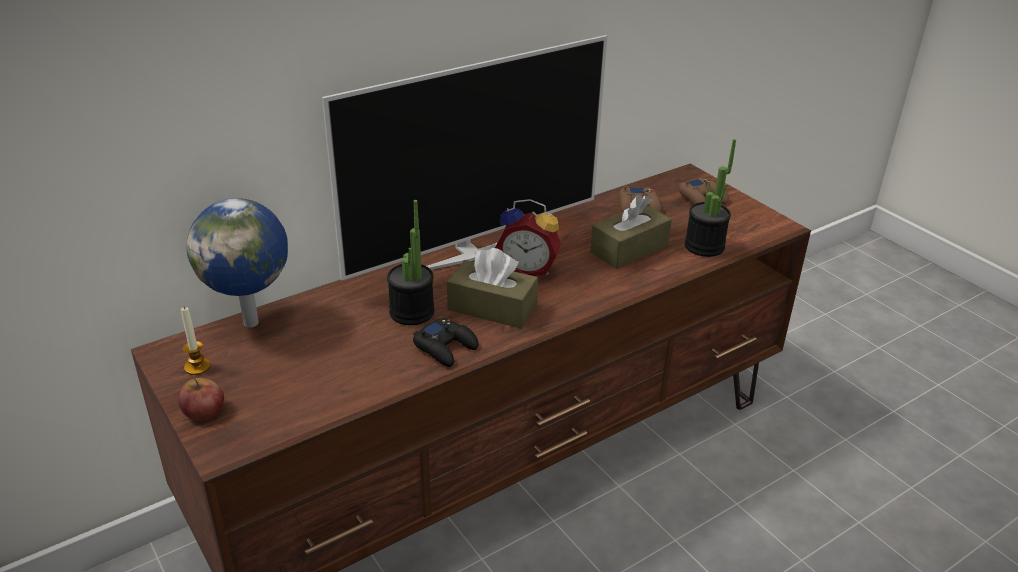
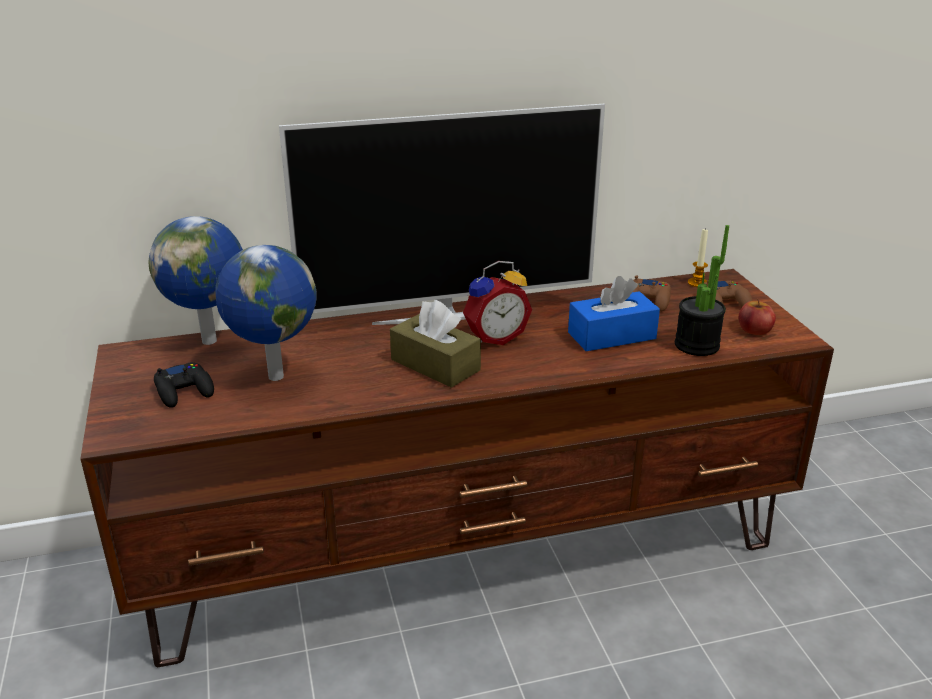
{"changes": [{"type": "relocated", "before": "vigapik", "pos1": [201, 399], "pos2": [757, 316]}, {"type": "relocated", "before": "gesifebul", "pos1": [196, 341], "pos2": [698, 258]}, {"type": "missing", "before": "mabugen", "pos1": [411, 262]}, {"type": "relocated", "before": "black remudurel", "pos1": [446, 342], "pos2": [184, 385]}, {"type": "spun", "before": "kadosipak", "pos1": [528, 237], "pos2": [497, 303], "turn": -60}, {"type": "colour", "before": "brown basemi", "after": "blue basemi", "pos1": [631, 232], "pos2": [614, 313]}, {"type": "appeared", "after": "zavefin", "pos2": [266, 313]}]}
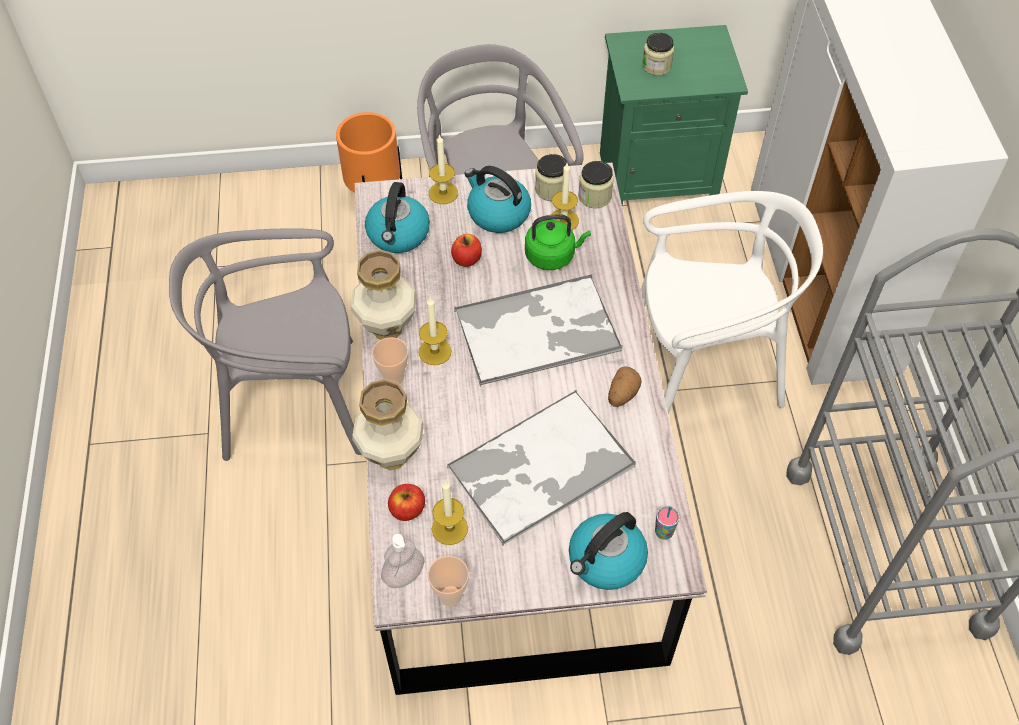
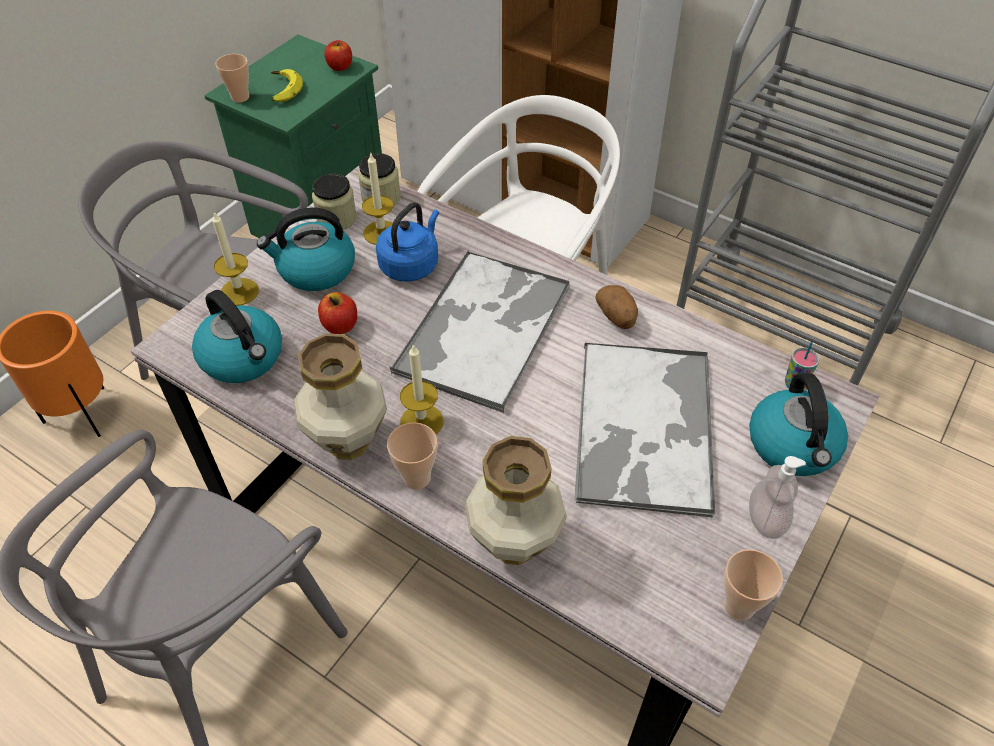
{"changes": [{"type": "relocated", "before": "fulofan", "pos1": [402, 561], "pos2": [777, 497]}, {"type": "relocated", "before": "vigapik", "pos1": [406, 502], "pos2": [338, 55]}, {"type": "missing", "before": "gesifebul", "pos1": [450, 513]}, {"type": "colour", "before": "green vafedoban", "after": "blue vafedoban", "pos1": [558, 242], "pos2": [407, 242]}, {"type": "exchanged", "before": "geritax", "after": "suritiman", "pos1": [658, 54], "pos2": [287, 85]}, {"type": "appeared", "after": "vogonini", "pos2": [232, 78]}]}
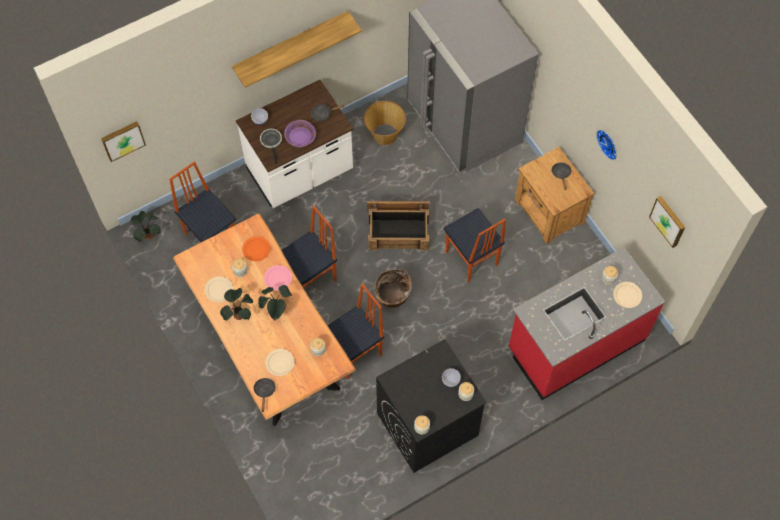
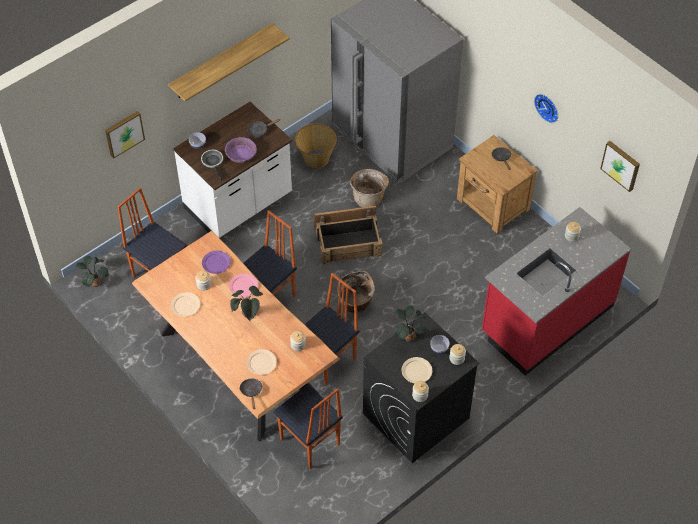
{"changes": [{"type": "relocated", "before": "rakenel", "pos1": [123, 141], "pos2": [125, 135]}, {"type": "relocated", "before": "mabugen", "pos1": [236, 304], "pos2": [410, 323]}, {"type": "colour", "before": "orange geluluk", "after": "purple geluluk", "pos1": [256, 248], "pos2": [216, 262]}, {"type": "relocated", "before": "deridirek", "pos1": [474, 245], "pos2": [308, 426]}, {"type": "relocated", "before": "beige geluluk", "pos1": [627, 295], "pos2": [416, 370]}, {"type": "appeared", "after": "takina", "pos2": [369, 188]}]}
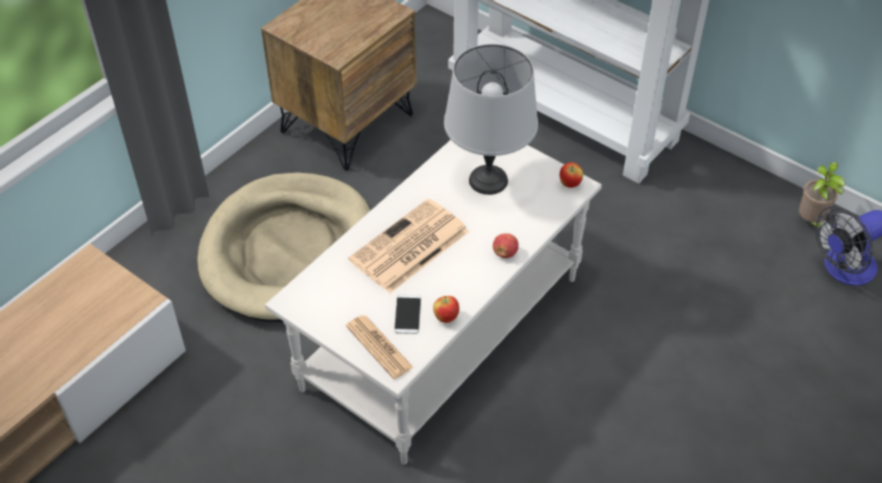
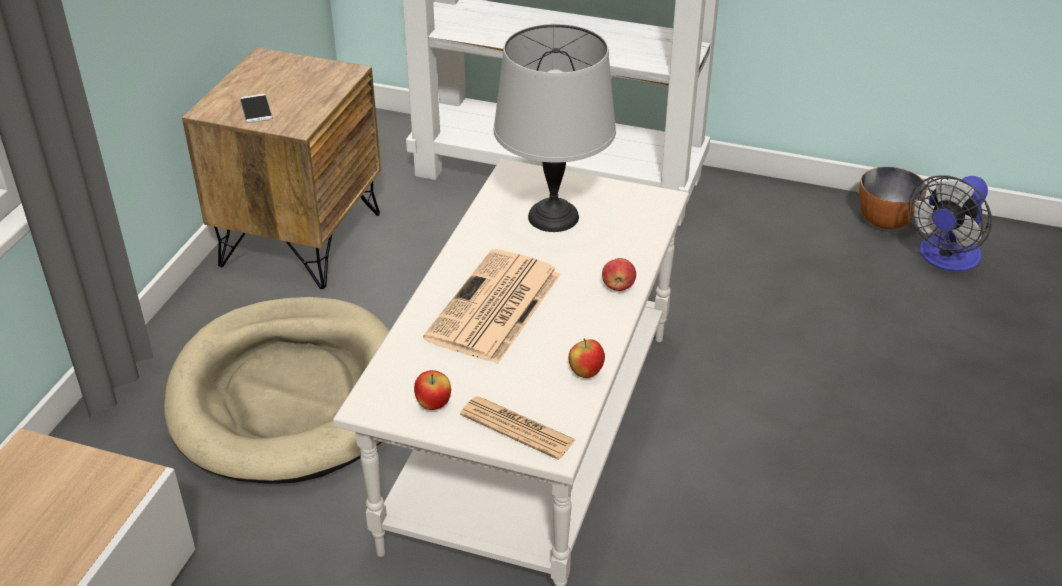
{"changes": [{"type": "relocated", "before": "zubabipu", "pos1": [407, 314], "pos2": [256, 108]}, {"type": "relocated", "before": "vigapik", "pos1": [571, 175], "pos2": [432, 390]}, {"type": "exchanged", "before": "mabugen", "after": "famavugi", "pos1": [822, 194], "pos2": [893, 198]}]}
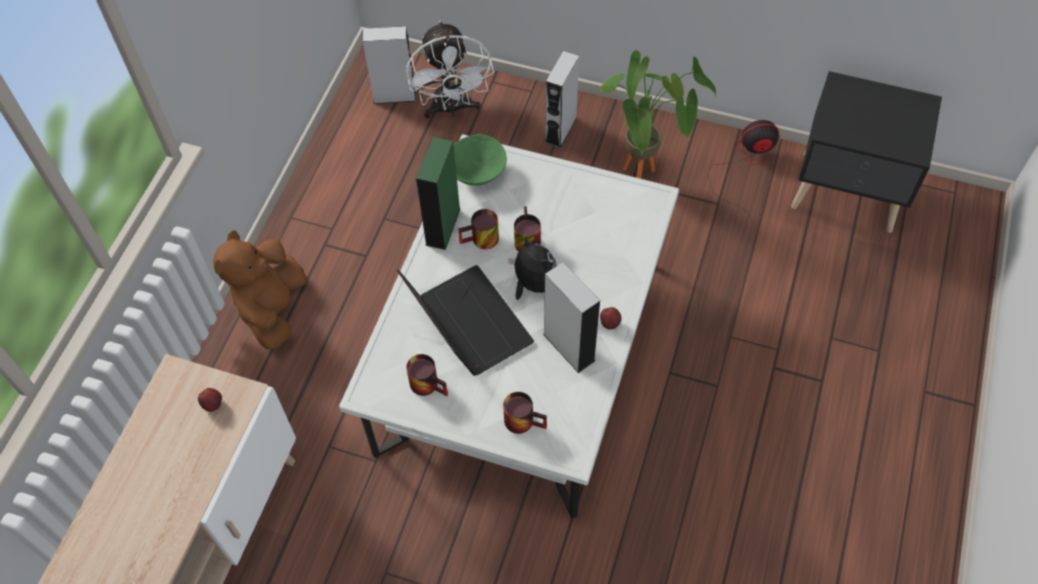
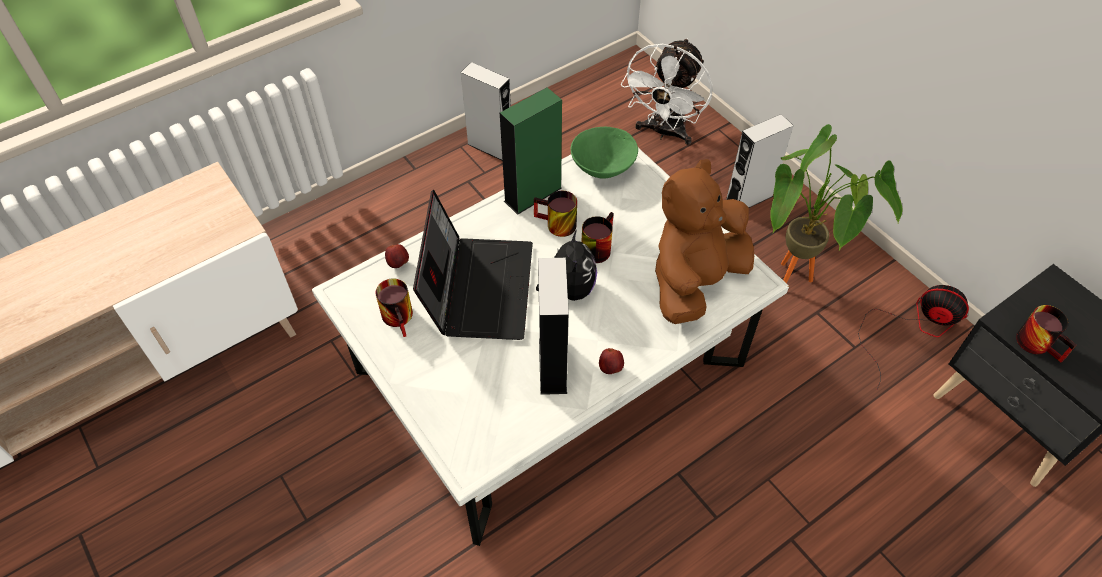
{"changes": [{"type": "relocated", "before": "vigapik", "pos1": [210, 400], "pos2": [397, 256]}, {"type": "relocated", "before": "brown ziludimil", "pos1": [260, 290], "pos2": [704, 241]}, {"type": "relocated", "before": "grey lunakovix", "pos1": [389, 65], "pos2": [486, 111]}, {"type": "relocated", "before": "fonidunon", "pos1": [525, 413], "pos2": [1046, 334]}]}
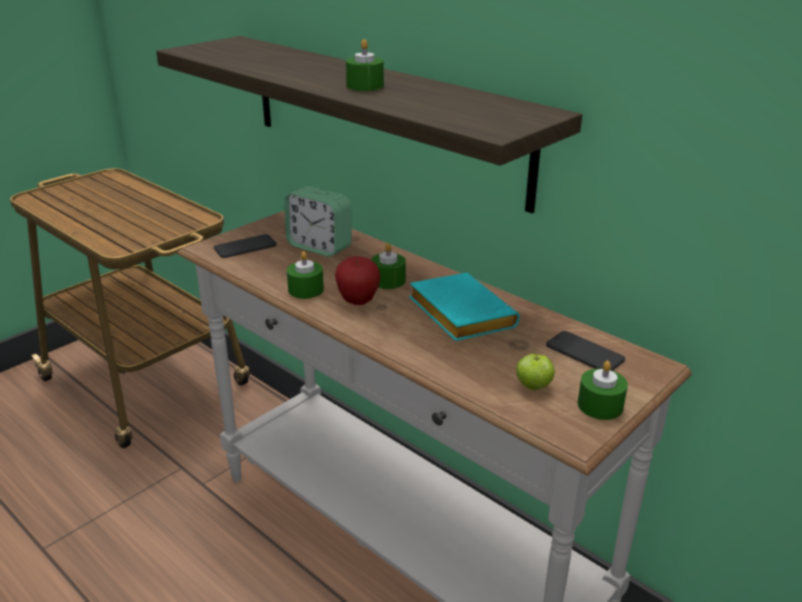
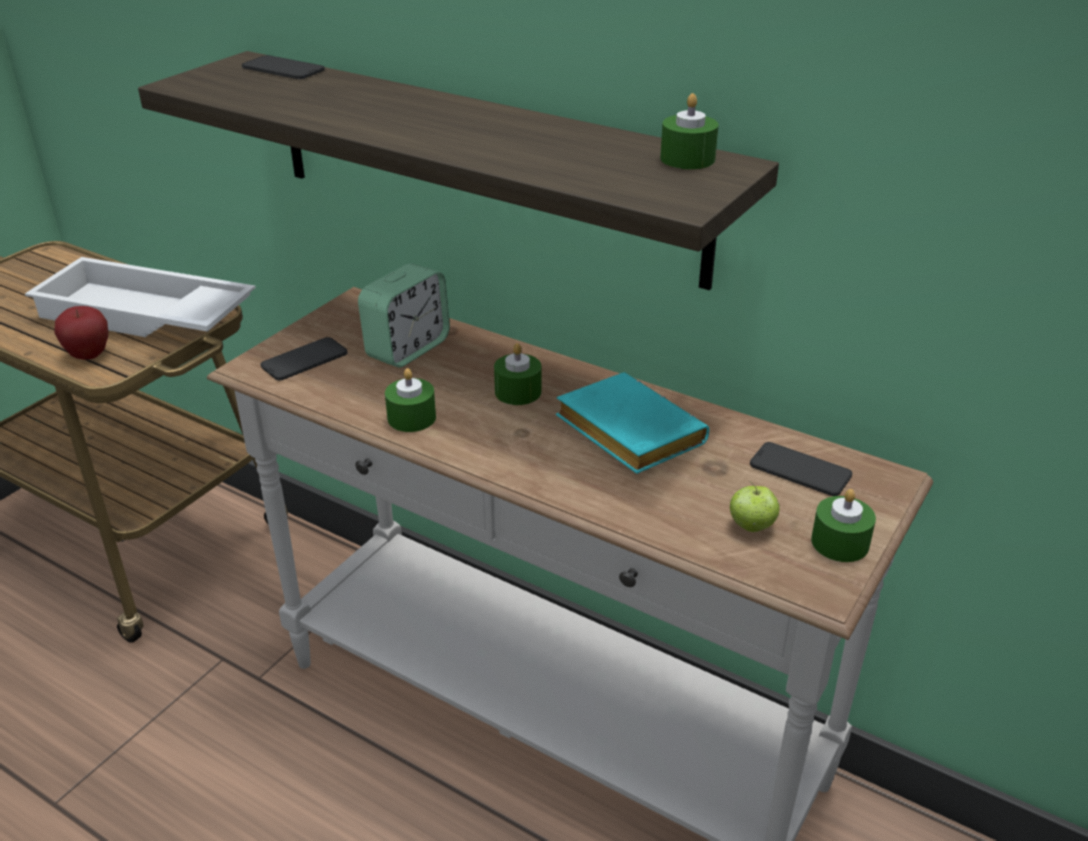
{"changes": [{"type": "spun", "before": "kadosipak", "pos1": [317, 221], "pos2": [404, 315], "turn": -75}, {"type": "relocated", "before": "vigapik", "pos1": [358, 280], "pos2": [81, 333]}, {"type": "relocated", "before": "green gesifebul", "pos1": [365, 65], "pos2": [689, 131]}, {"type": "appeared", "after": "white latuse", "pos2": [140, 297]}, {"type": "appeared", "after": "zubabipu", "pos2": [283, 67]}]}
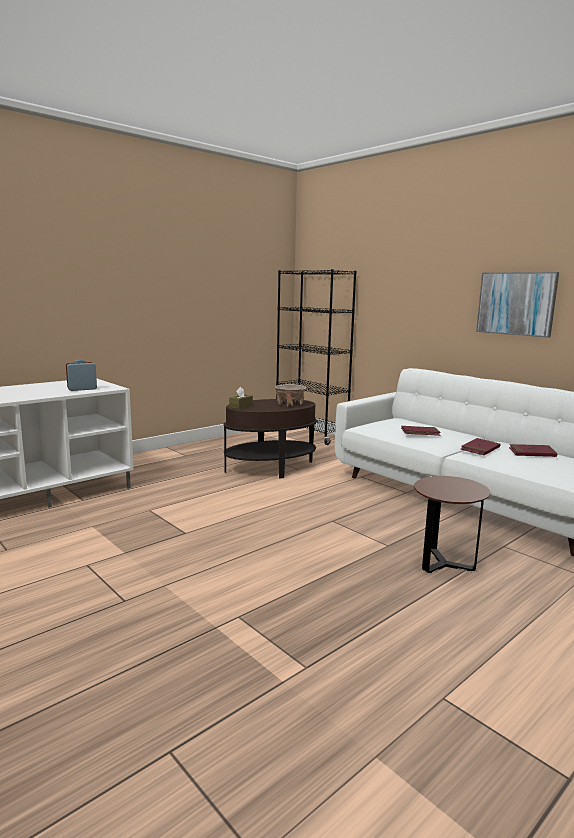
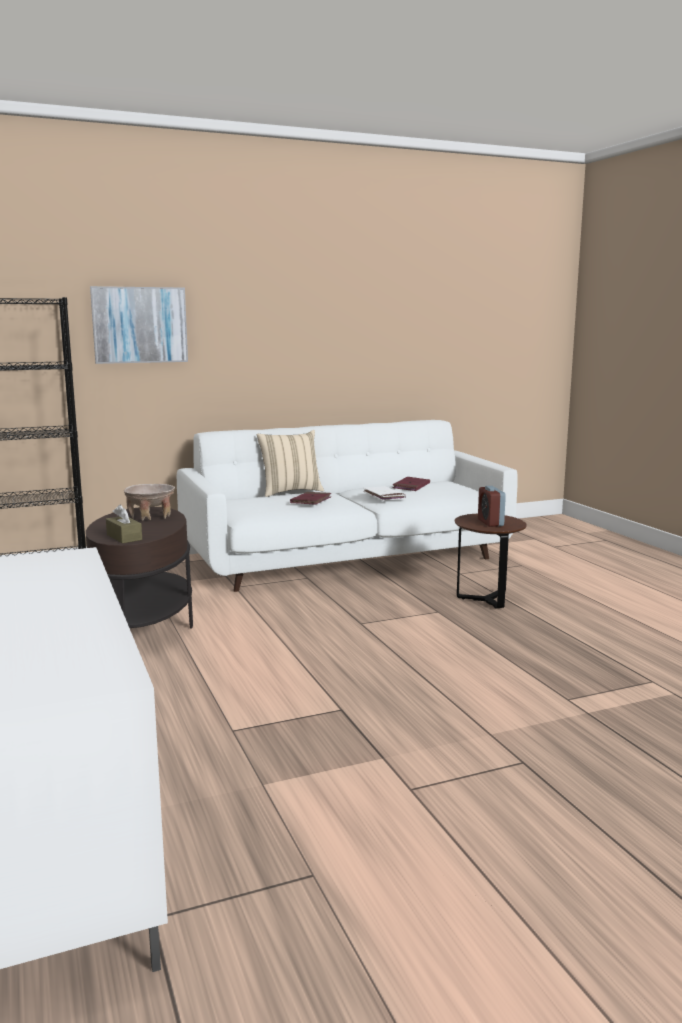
{"changes": [{"type": "relocated", "before": "kadosipak", "pos1": [81, 375], "pos2": [492, 506]}, {"type": "colour", "before": "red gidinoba", "after": "white gidinoba", "pos1": [481, 446], "pos2": [384, 493]}, {"type": "relocated", "before": "rakenel", "pos1": [517, 305], "pos2": [139, 325]}, {"type": "appeared", "after": "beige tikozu", "pos2": [290, 463]}]}
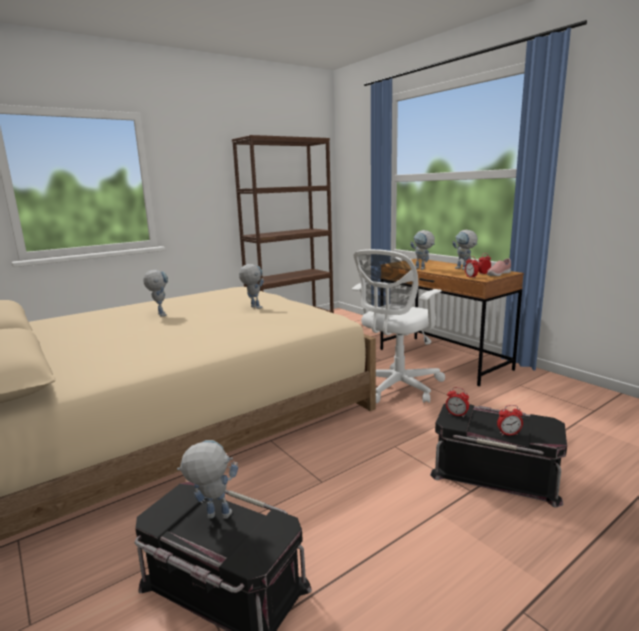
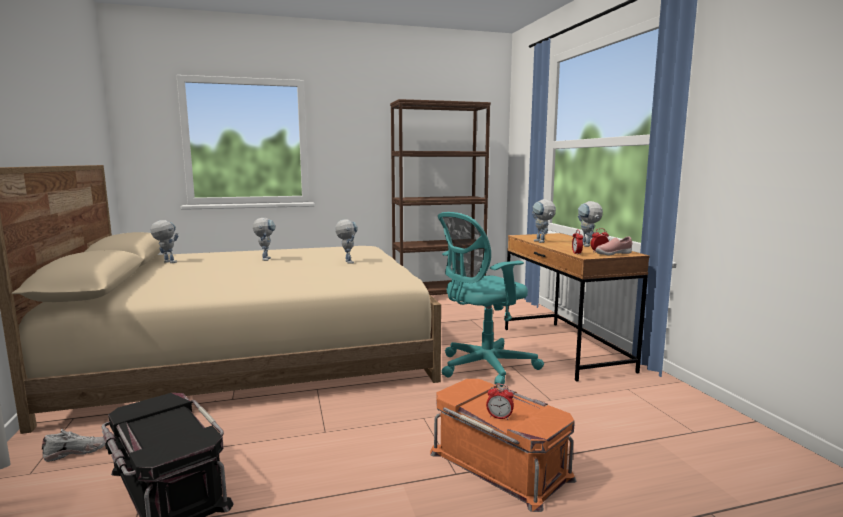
{"changes": [{"type": "relocated", "before": "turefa", "pos1": [207, 479], "pos2": [164, 241]}, {"type": "colour", "before": "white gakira", "after": "turquoise gakira", "pos1": [398, 326], "pos2": [491, 299]}, {"type": "colour", "before": "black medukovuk", "after": "orange medukovuk", "pos1": [498, 455], "pos2": [503, 445]}, {"type": "missing", "before": "kadosipak", "pos1": [457, 402]}, {"type": "appeared", "after": "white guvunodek", "pos2": [73, 445]}]}
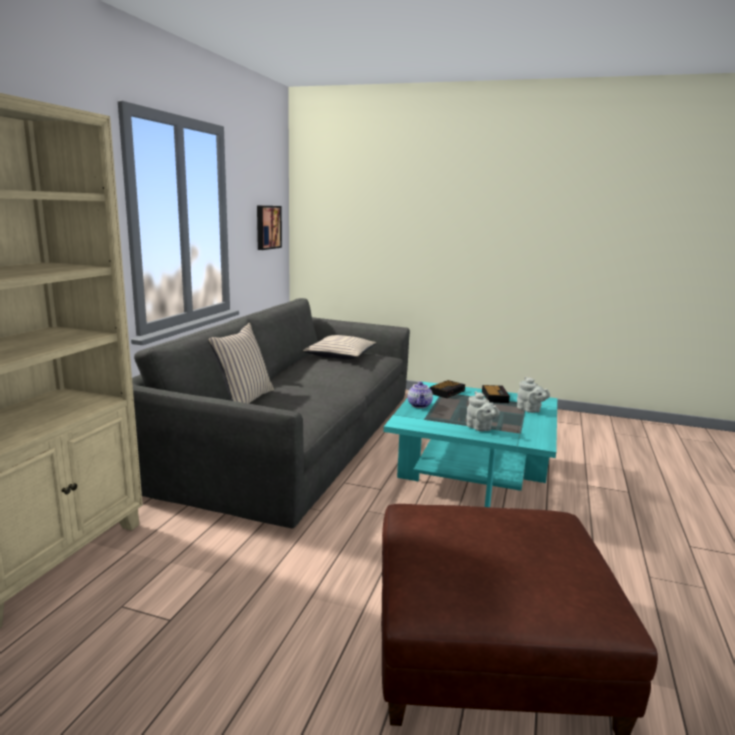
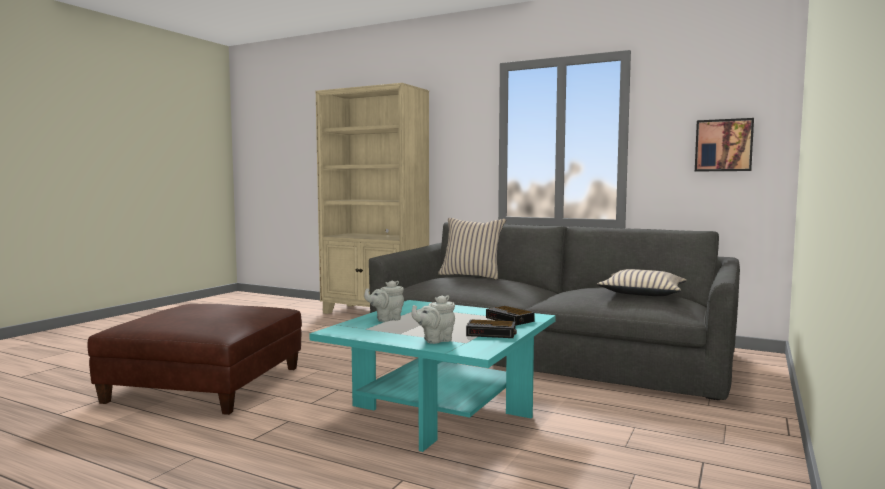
{"changes": [{"type": "missing", "before": "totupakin", "pos1": [420, 395]}]}
